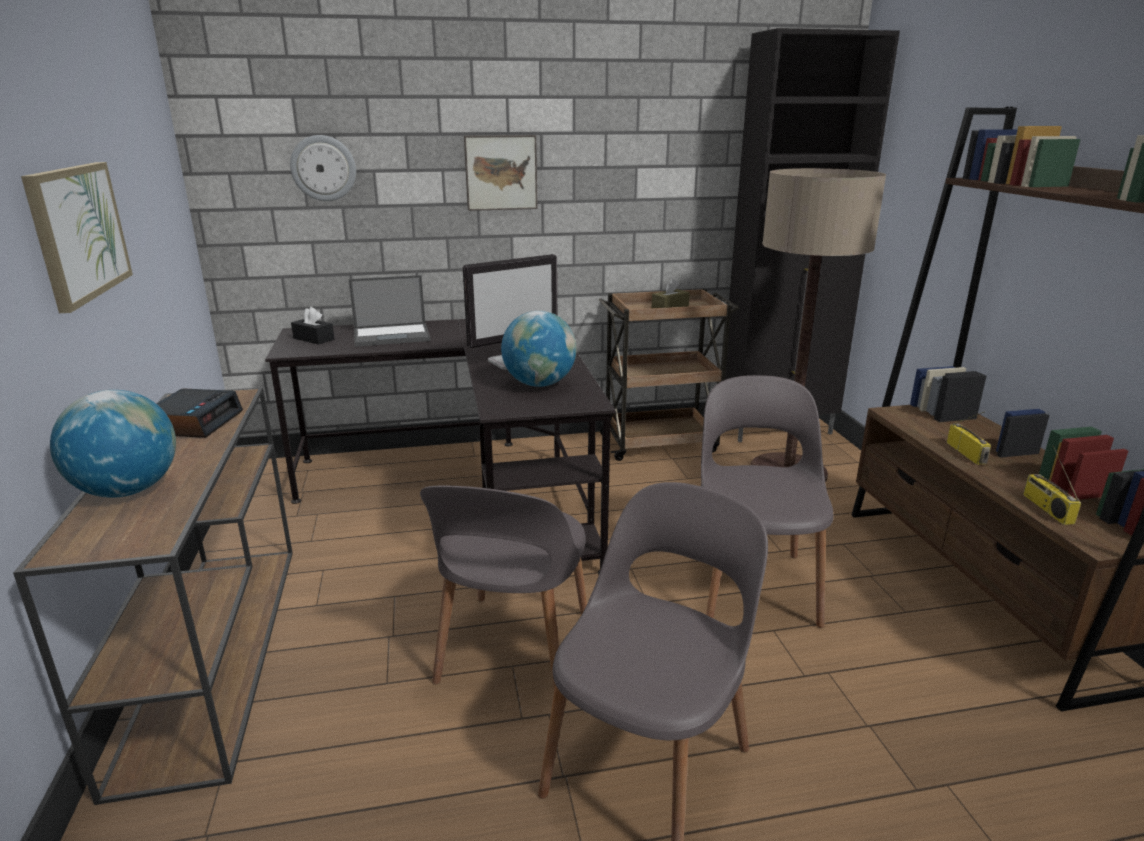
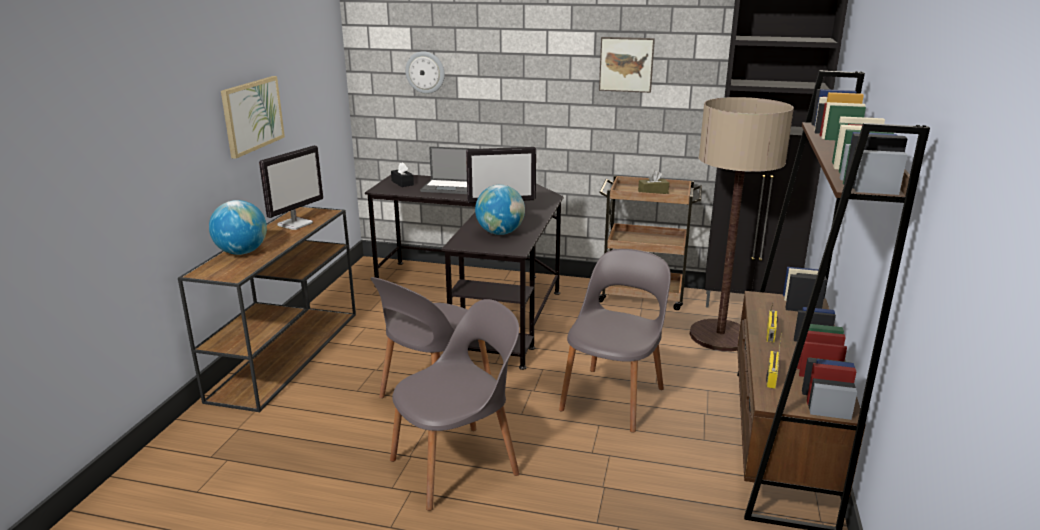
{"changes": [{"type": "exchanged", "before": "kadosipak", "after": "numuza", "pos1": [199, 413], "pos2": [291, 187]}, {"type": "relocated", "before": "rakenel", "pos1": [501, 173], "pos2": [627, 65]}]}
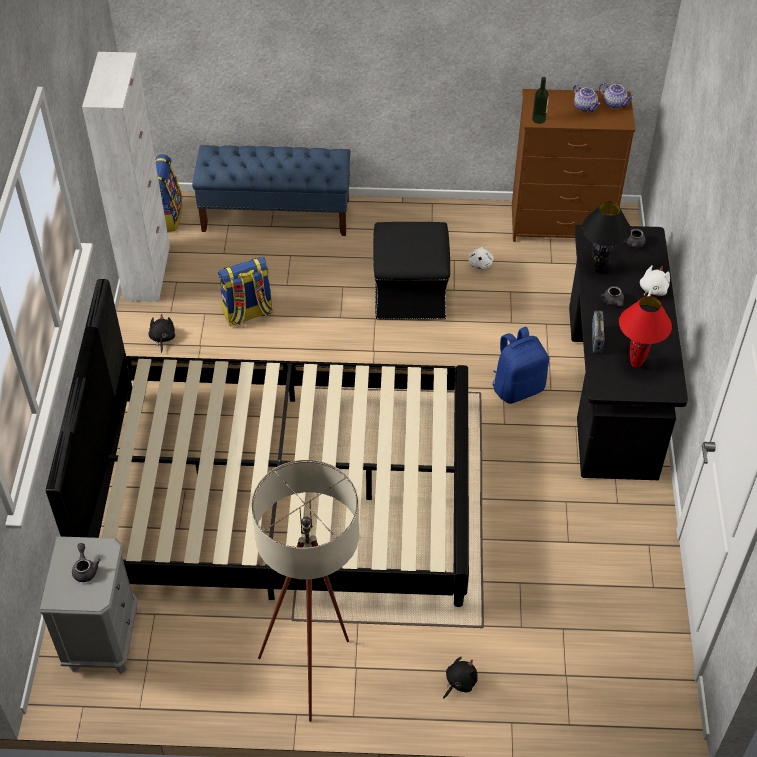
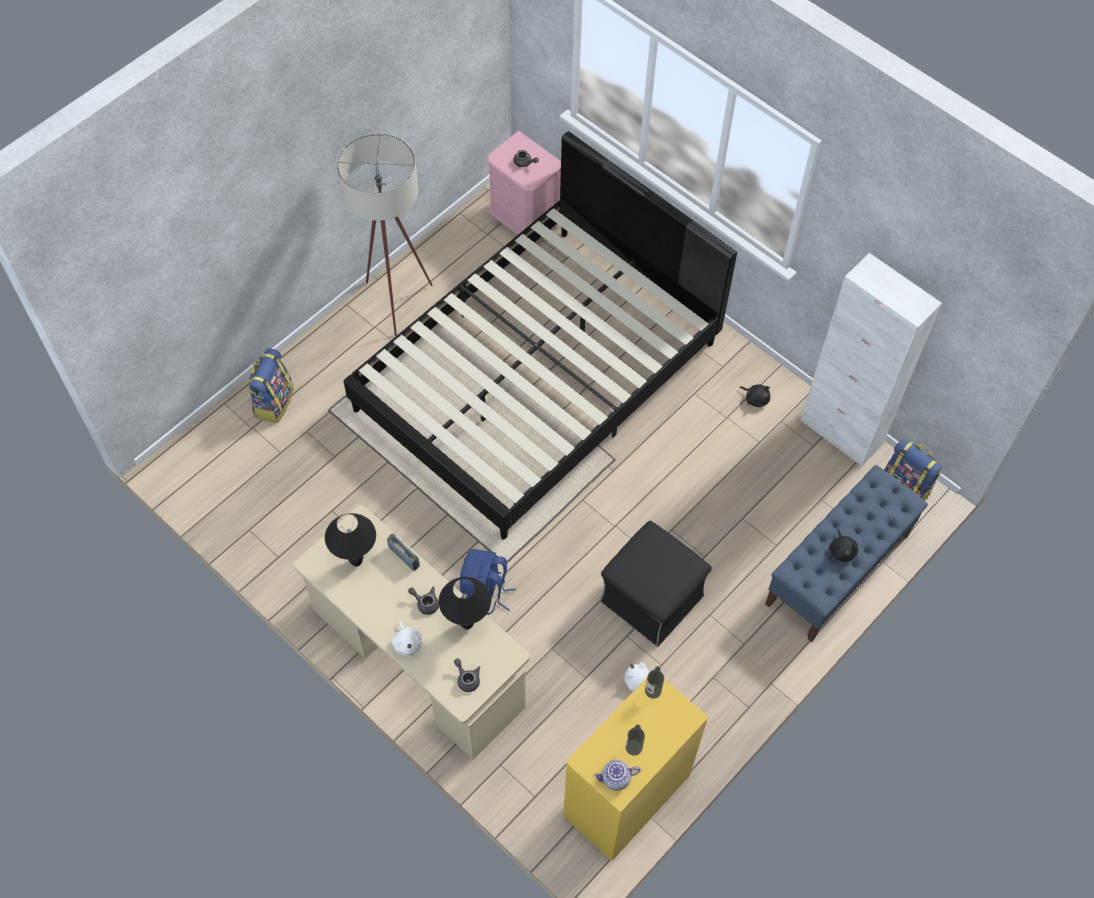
{"changes": [{"type": "colour", "before": "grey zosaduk", "after": "pink zosaduk", "pos1": [89, 605], "pos2": [524, 183]}, {"type": "relocated", "before": "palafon", "pos1": [245, 292], "pos2": [271, 385]}, {"type": "relocated", "before": "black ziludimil", "pos1": [460, 678], "pos2": [843, 545]}, {"type": "colour", "before": "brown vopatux", "after": "yellow vopatux", "pos1": [573, 165], "pos2": [636, 769]}, {"type": "colour", "before": "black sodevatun", "after": "beige sodevatun", "pos1": [628, 352], "pos2": [412, 632]}, {"type": "exchanged", "before": "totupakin", "after": "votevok", "pos1": [586, 98], "pos2": [635, 740]}, {"type": "colour", "before": "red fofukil", "after": "black fofukil", "pos1": [645, 332], "pos2": [350, 540]}]}
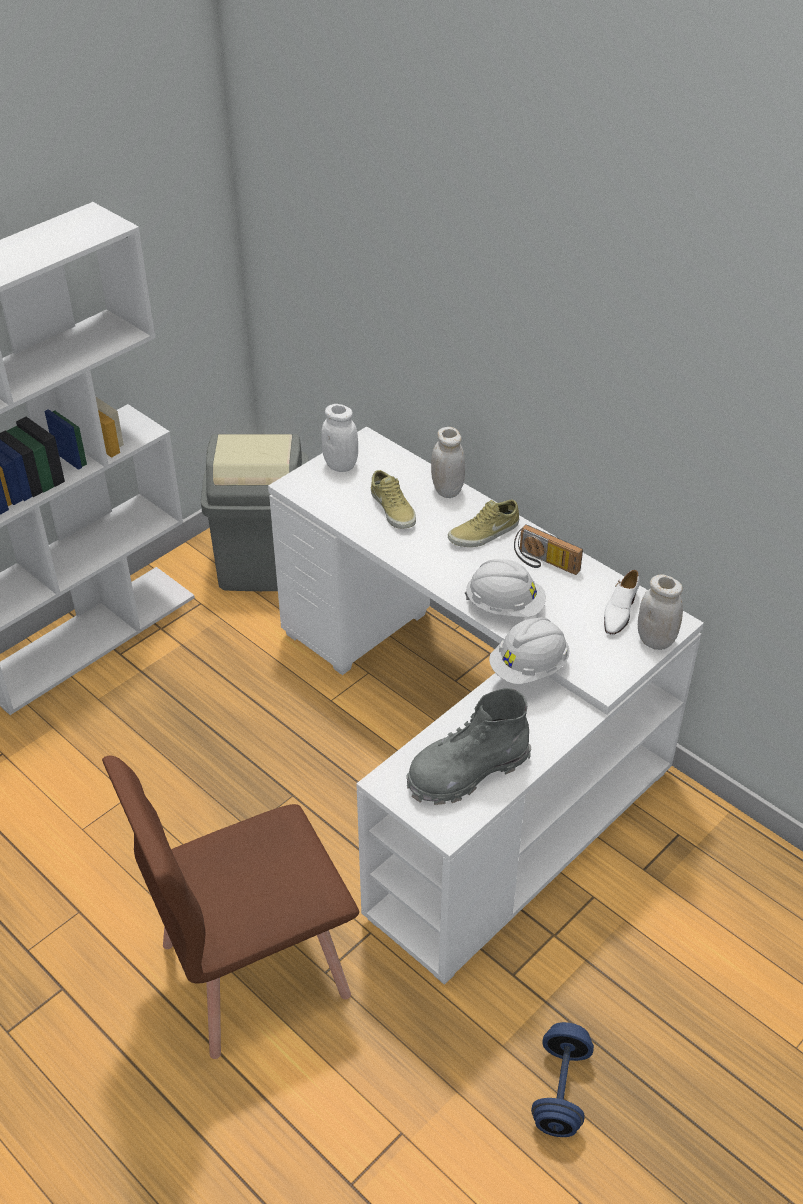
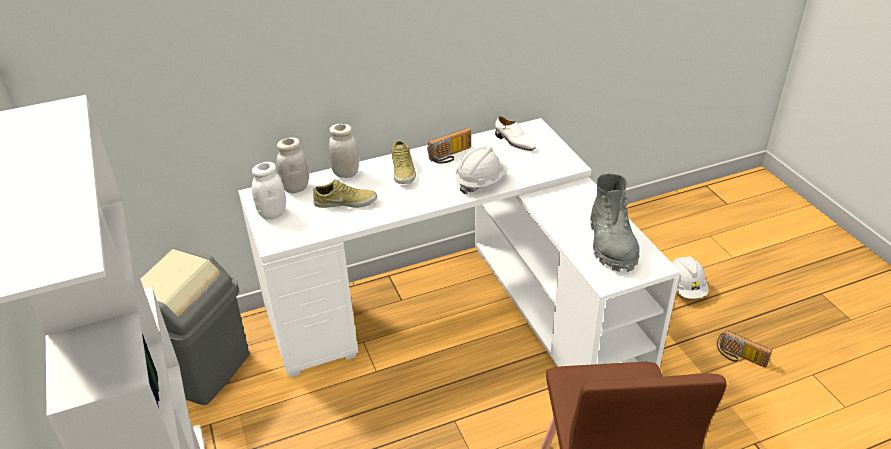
{"changes": [{"type": "relocated", "before": "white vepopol", "pos1": [529, 651], "pos2": [690, 277]}, {"type": "exchanged", "before": "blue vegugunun", "after": "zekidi", "pos1": [562, 1079], "pos2": [744, 349]}, {"type": "relocated", "before": "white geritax", "pos1": [660, 612], "pos2": [292, 165]}]}
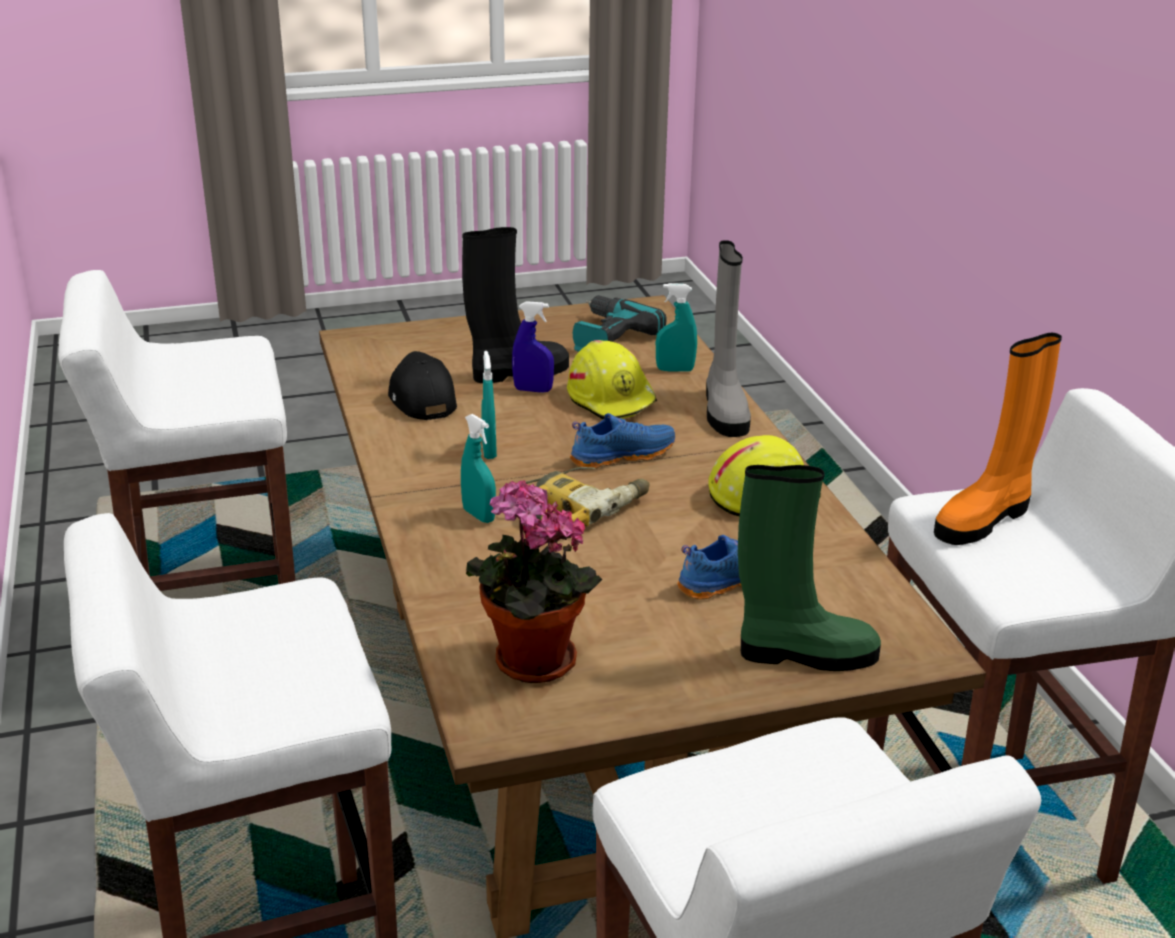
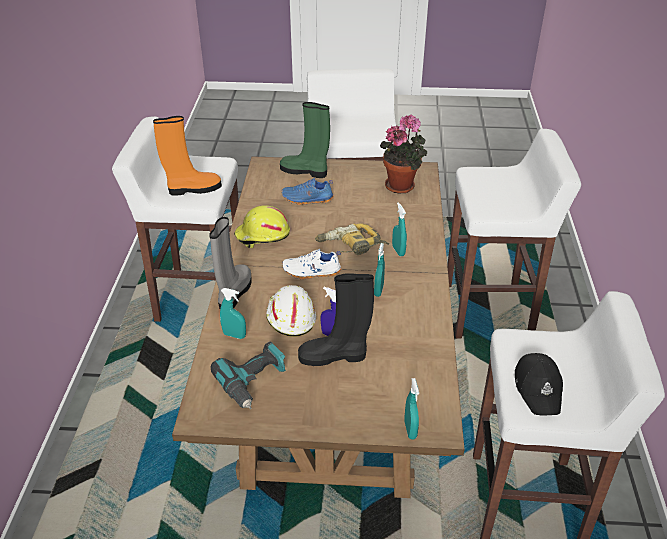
{"changes": [{"type": "relocated", "before": "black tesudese", "pos1": [422, 385], "pos2": [539, 384]}, {"type": "colour", "before": "yellow vepopol", "after": "white vepopol", "pos1": [612, 380], "pos2": [291, 311]}, {"type": "colour", "before": "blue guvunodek", "after": "white guvunodek", "pos1": [622, 441], "pos2": [312, 264]}, {"type": "appeared", "after": "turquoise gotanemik", "pos2": [411, 408]}]}
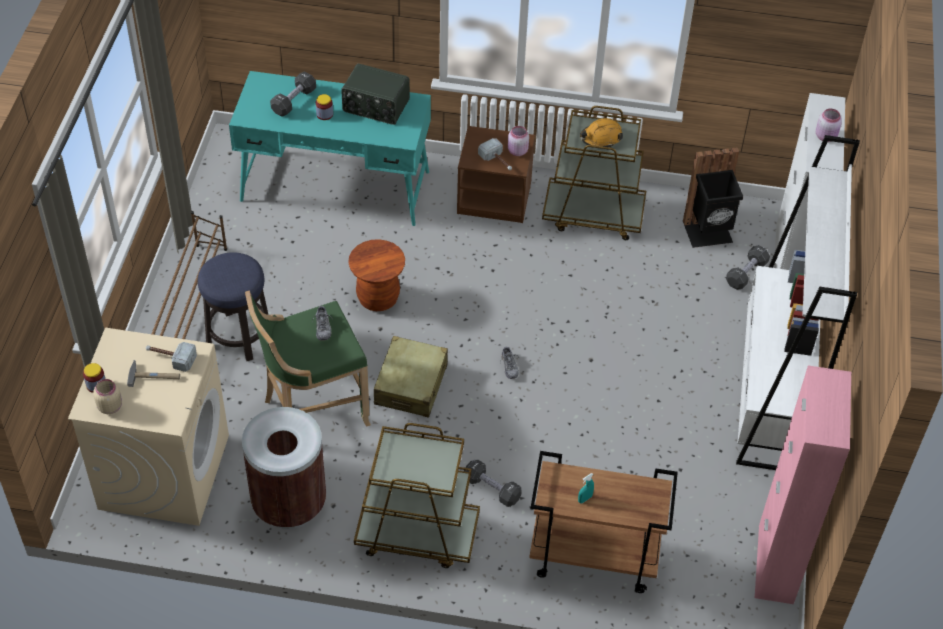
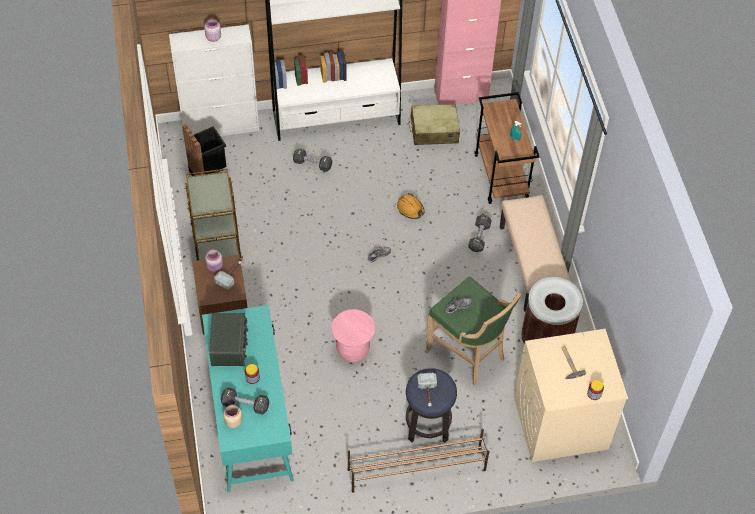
{"changes": [{"type": "relocated", "before": "beige geritax", "pos1": [107, 396], "pos2": [233, 416]}, {"type": "relocated", "before": "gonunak", "pos1": [171, 357], "pos2": [427, 390]}, {"type": "colour", "before": "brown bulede", "after": "pink bulede", "pos1": [376, 275], "pos2": [353, 335]}, {"type": "exchanged", "before": "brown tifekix", "after": "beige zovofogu", "pos1": [417, 495], "pos2": [535, 253]}, {"type": "relocated", "before": "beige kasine", "pos1": [411, 376], "pos2": [434, 124]}, {"type": "relocated", "before": "orange vepopol", "pos1": [601, 133], "pos2": [411, 206]}, {"type": "relocated", "before": "black vegugunun", "pos1": [748, 267], "pos2": [312, 160]}]}
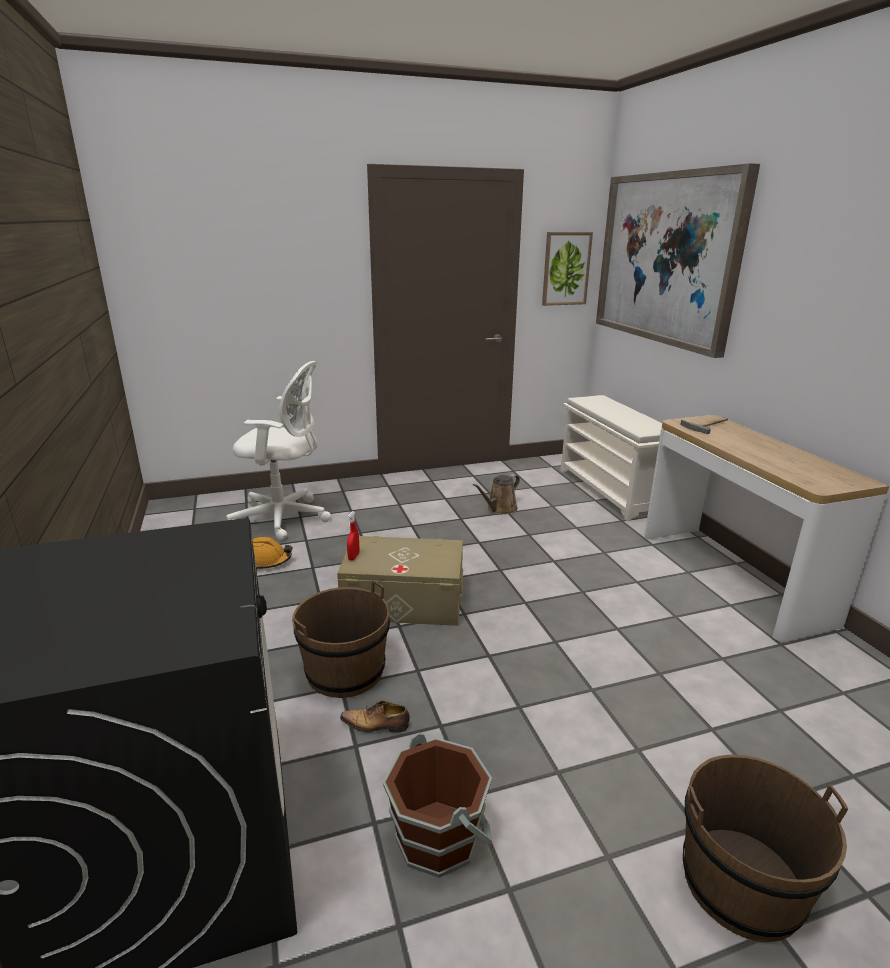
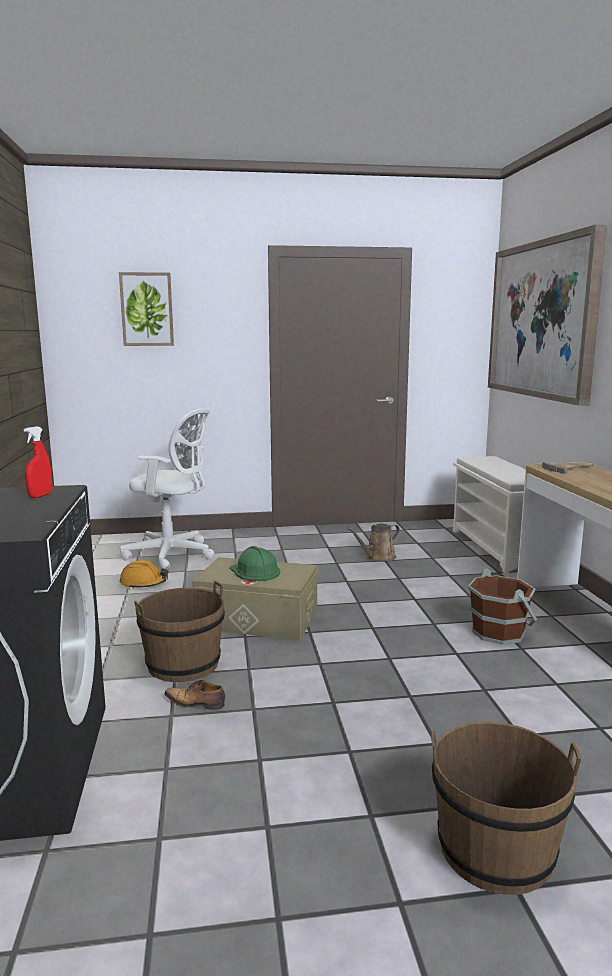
{"changes": [{"type": "relocated", "before": "red gotanemik", "pos1": [353, 536], "pos2": [38, 462]}, {"type": "relocated", "before": "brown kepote", "pos1": [437, 805], "pos2": [502, 606]}, {"type": "relocated", "before": "rakenel", "pos1": [567, 269], "pos2": [146, 309]}, {"type": "appeared", "after": "green vepopol", "pos2": [254, 563]}]}
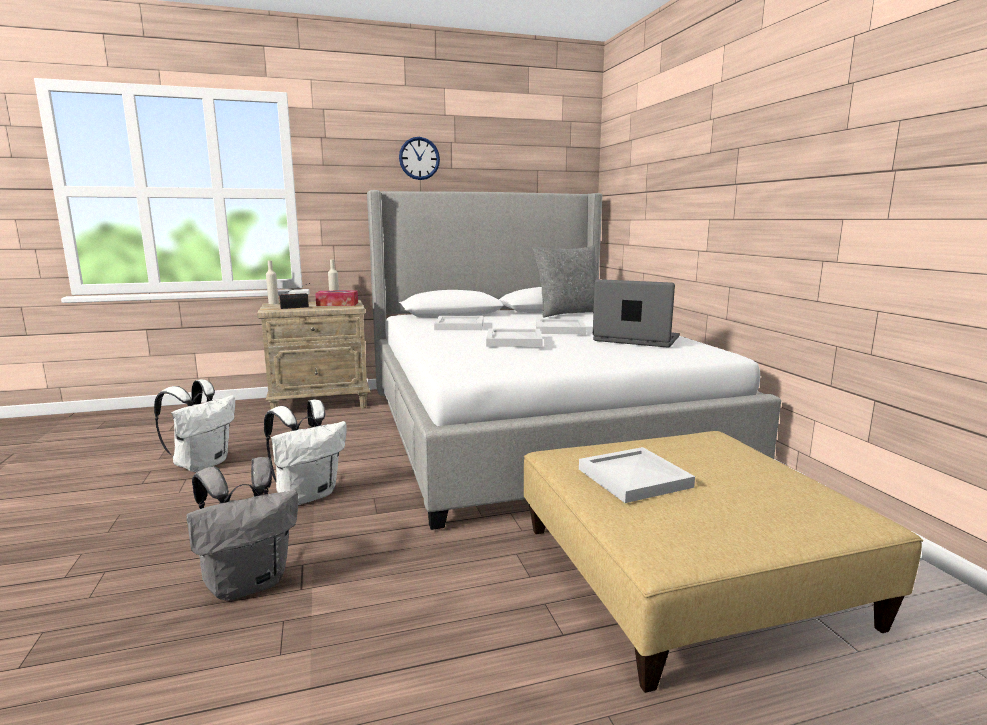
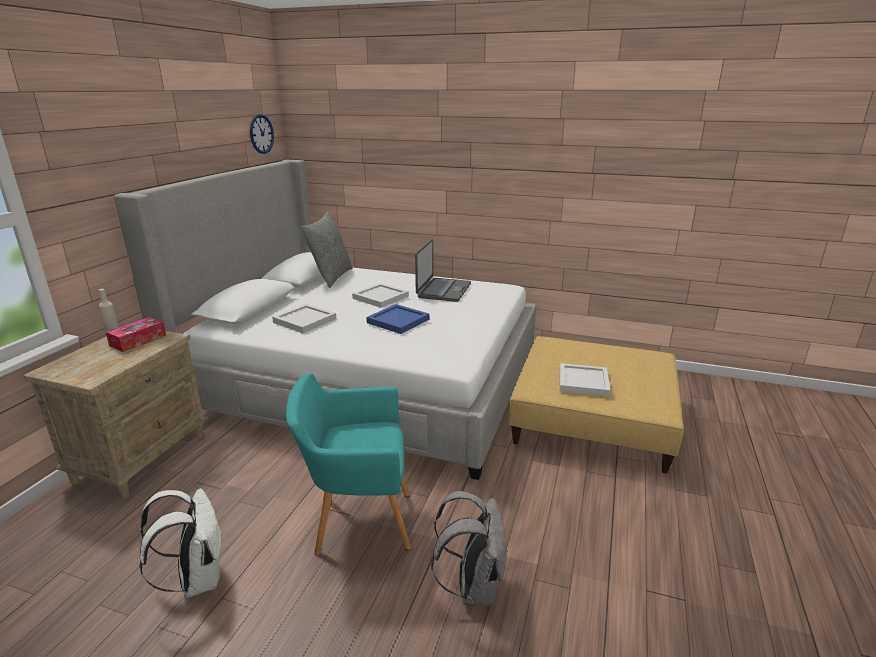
{"changes": [{"type": "exchanged", "before": "white palafon", "after": "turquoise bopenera", "pos1": [305, 452], "pos2": [348, 464]}, {"type": "missing", "before": "beige votevok", "pos1": [272, 282]}, {"type": "missing", "before": "zekidi", "pos1": [294, 296]}, {"type": "relocated", "before": "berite", "pos1": [419, 158], "pos2": [262, 134]}, {"type": "colour", "before": "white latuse", "after": "blue latuse", "pos1": [514, 338], "pos2": [397, 319]}, {"type": "spun", "before": "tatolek", "pos1": [636, 313], "pos2": [443, 270], "turn": 135}]}
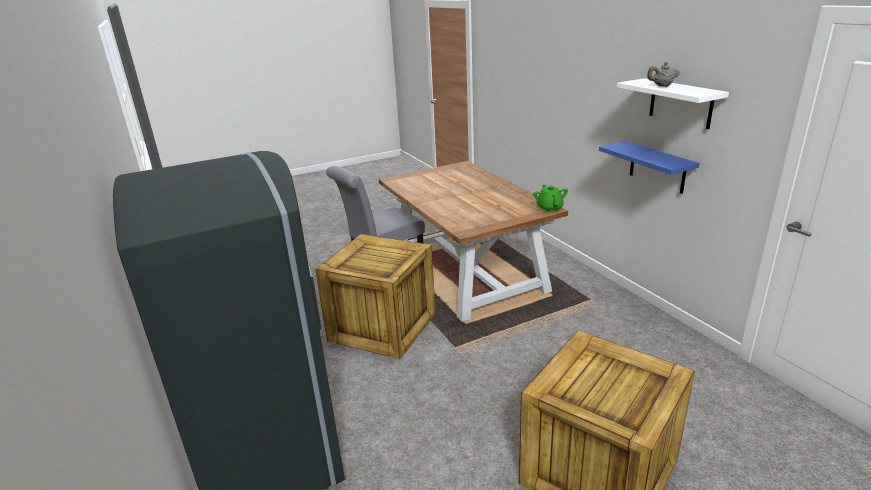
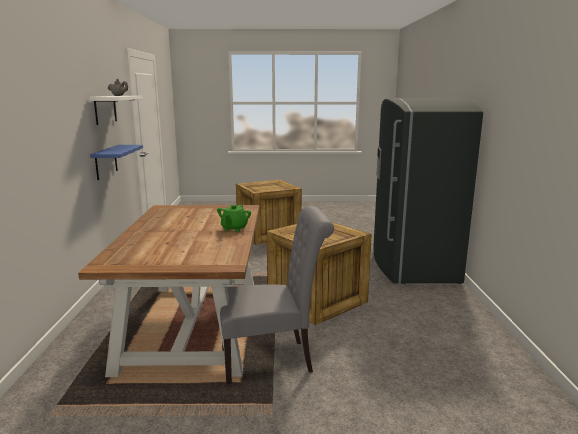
{"changes": [{"type": "relocated", "before": "green totupakin", "pos1": [550, 198], "pos2": [234, 218]}]}
